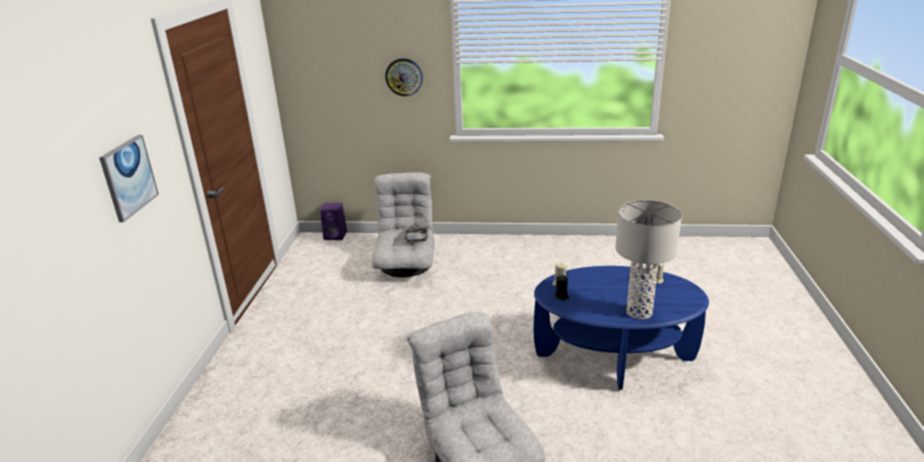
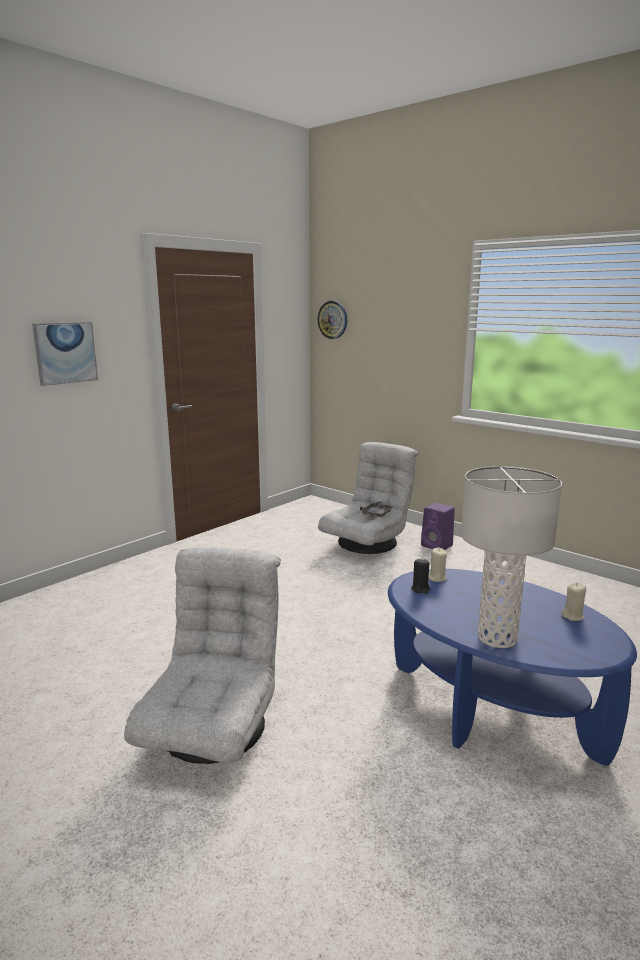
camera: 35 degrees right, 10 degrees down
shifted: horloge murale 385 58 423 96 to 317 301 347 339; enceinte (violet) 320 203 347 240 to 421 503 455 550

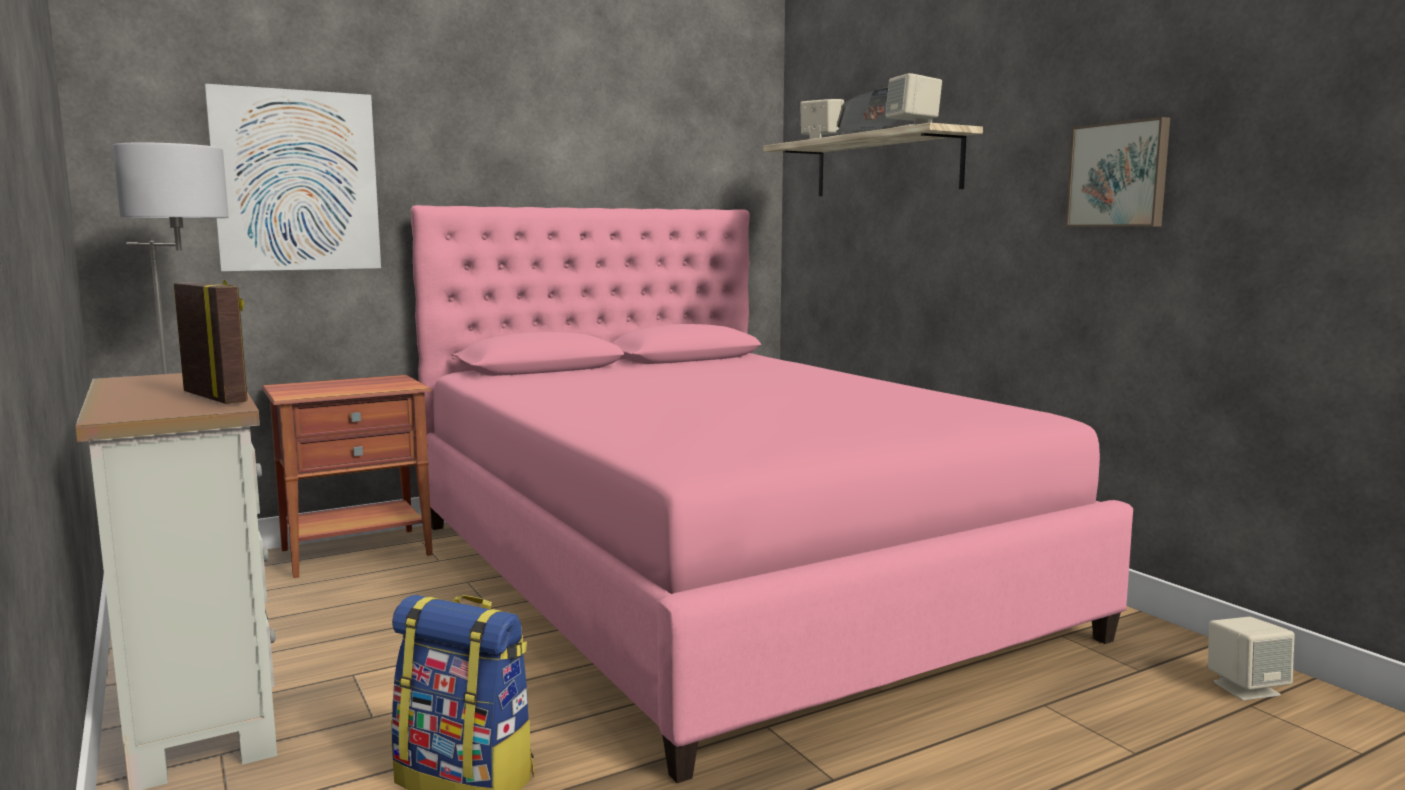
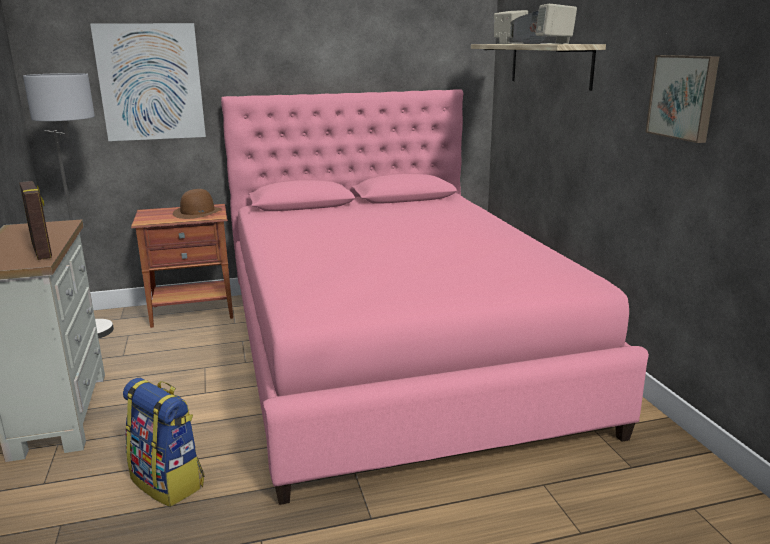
camera: 15 degrees right, 10 degrees up
gone: enceinte (beige) 1208 617 1295 700
new: chapeau (marron) 173 189 222 219

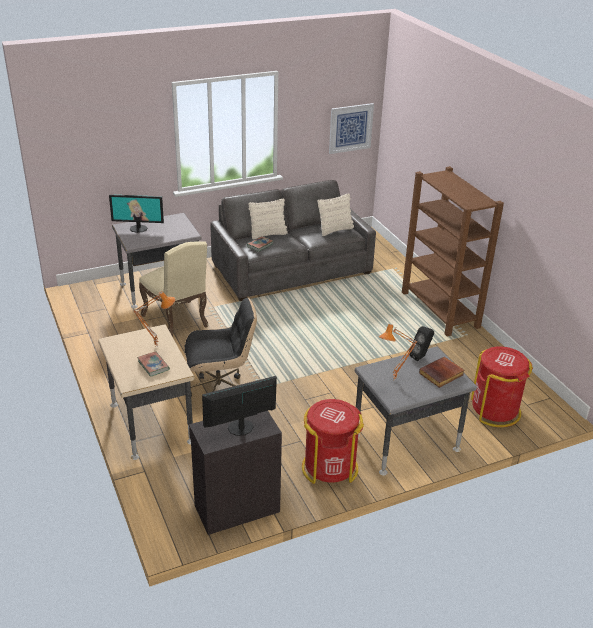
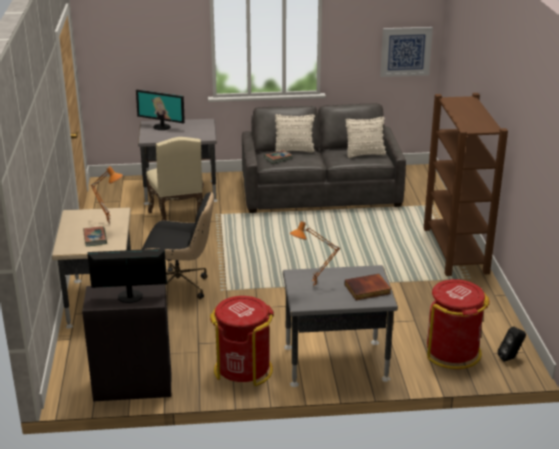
camera: 20 degrees right, 5 degrees down
shifted: enceinte (noir) 409 326 434 361 to 497 326 526 362

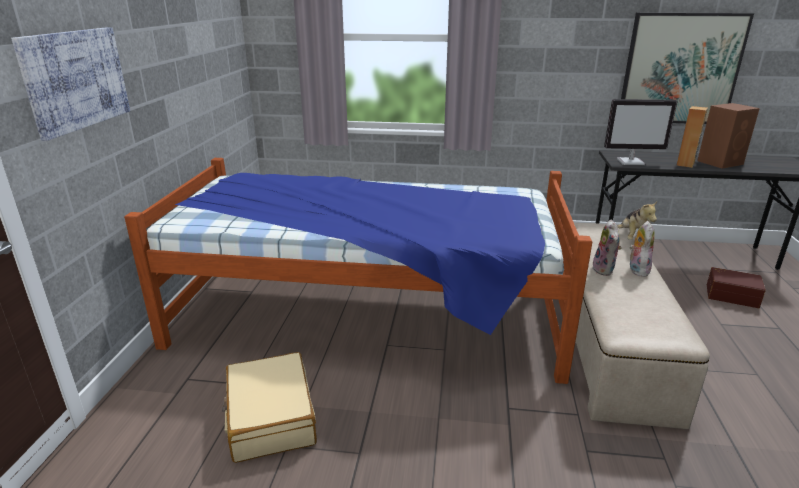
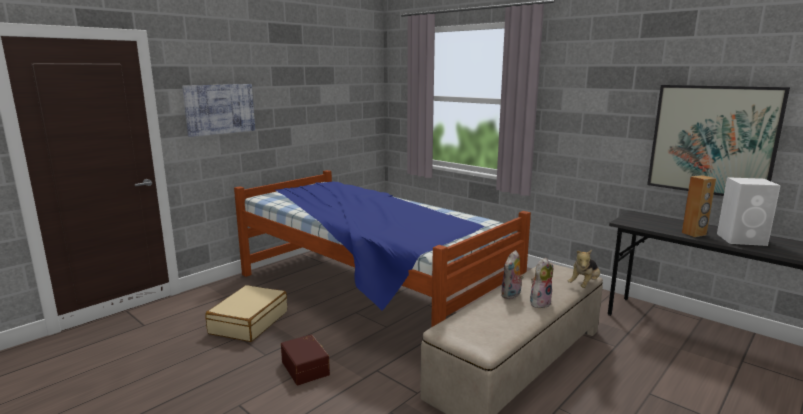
camera: 35 degrees right, 10 degrees down
gone: écran d'ordinateur 604 99 677 165
shifted: boîte de rangement (marron) 707 267 766 308 to 281 334 330 385
repainted: enceinte (marron) 697 103 760 169 to enceinte (blanc) 717 177 781 246

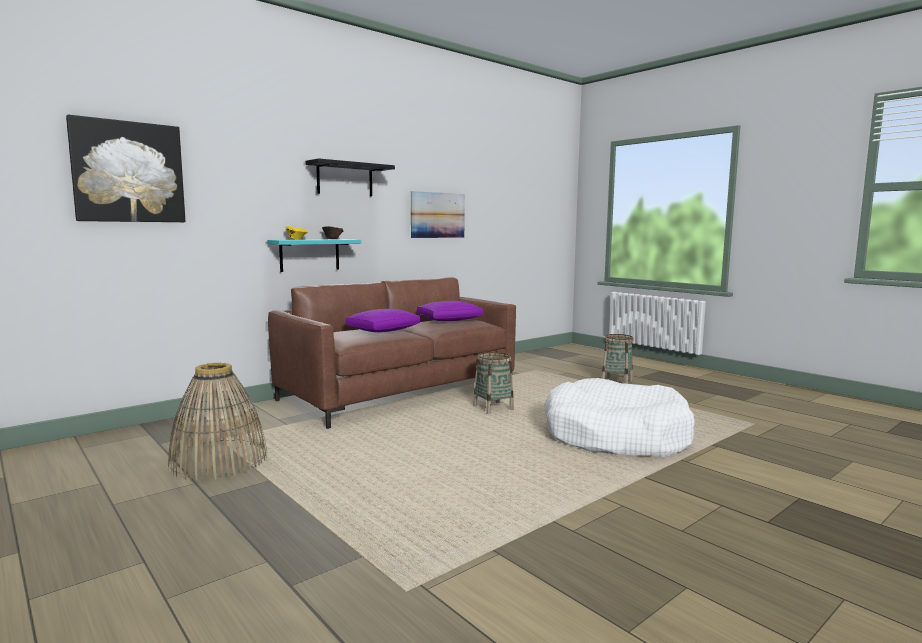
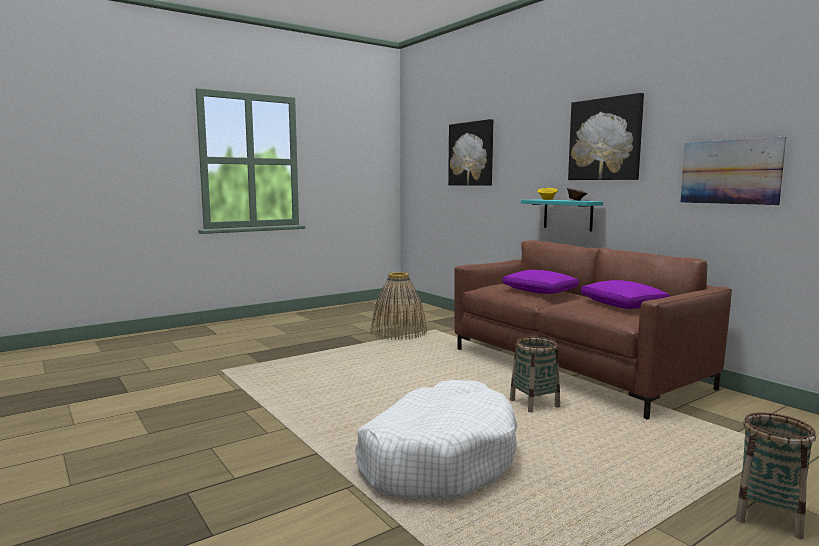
camera: 95 degrees right, 0 degrees up
swapped: étagère (noir) 305 158 395 196 to tableau 568 93 644 180

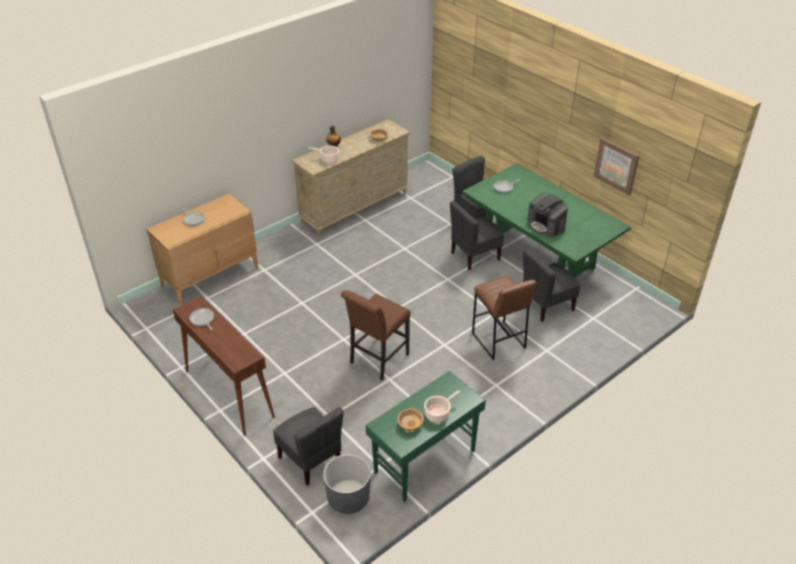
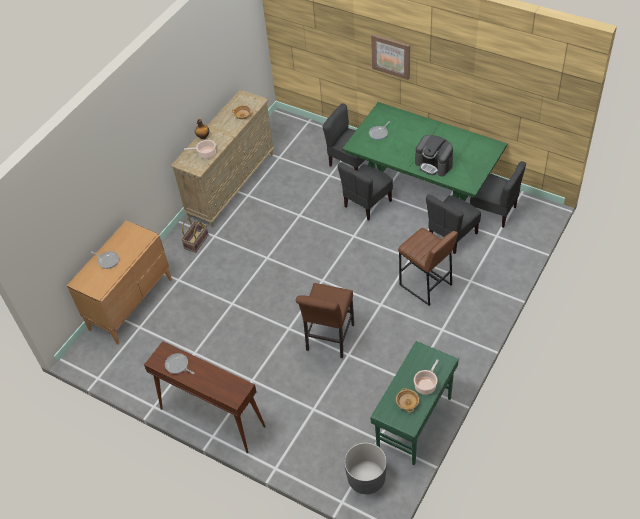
camera: 15 degrees left, 10 degrees up
new: panier 181 218 209 253
shifted: tableau 593 137 639 195 to 371 34 410 80; chaise (gris) 273 407 344 486 to 470 161 526 228

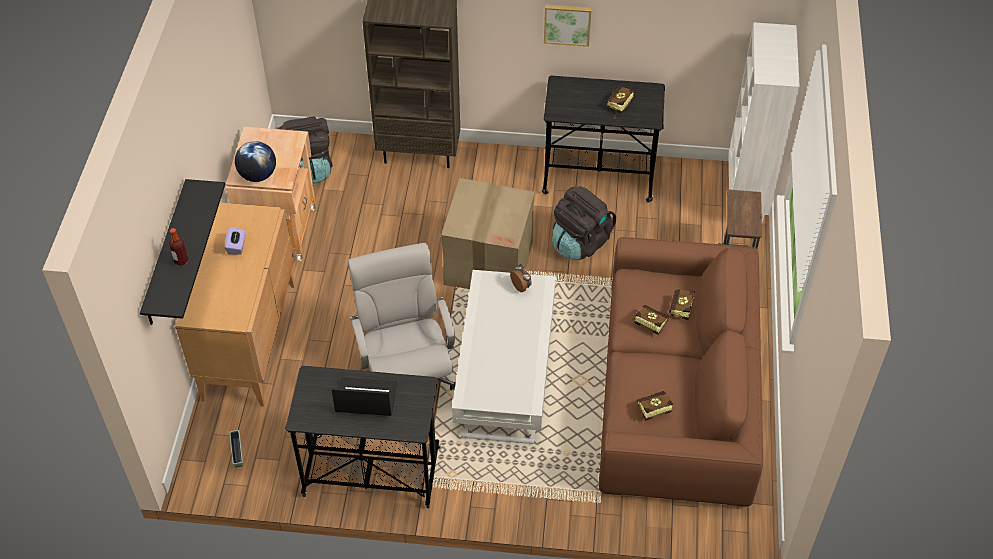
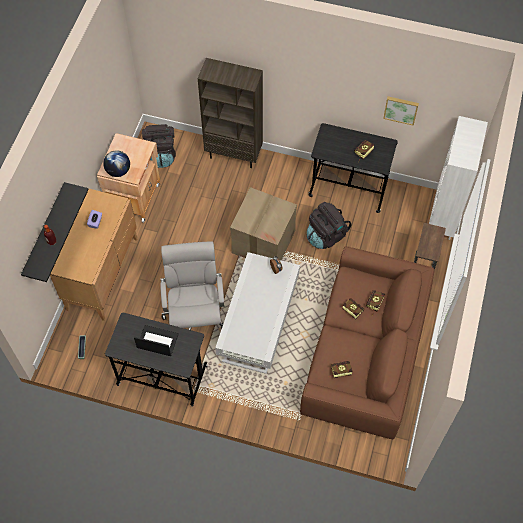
camera: 10 degrees right, 10 degrees up
shifted: tableau 544 4 592 47 to 383 96 419 126

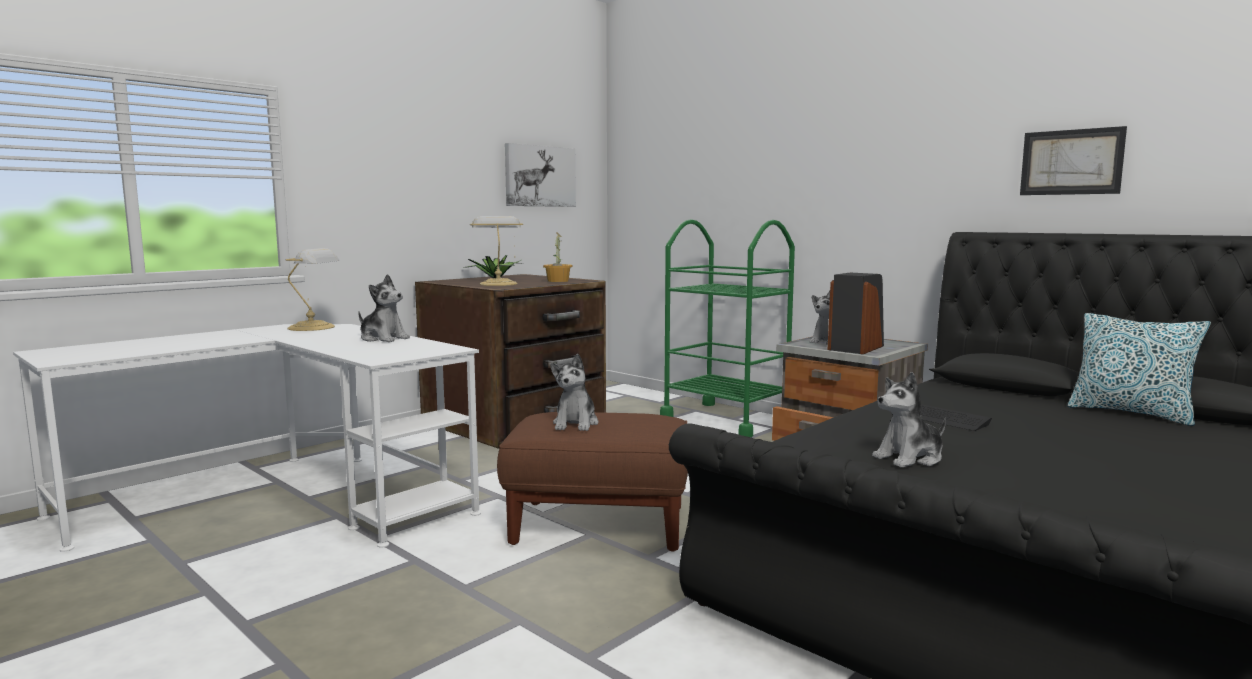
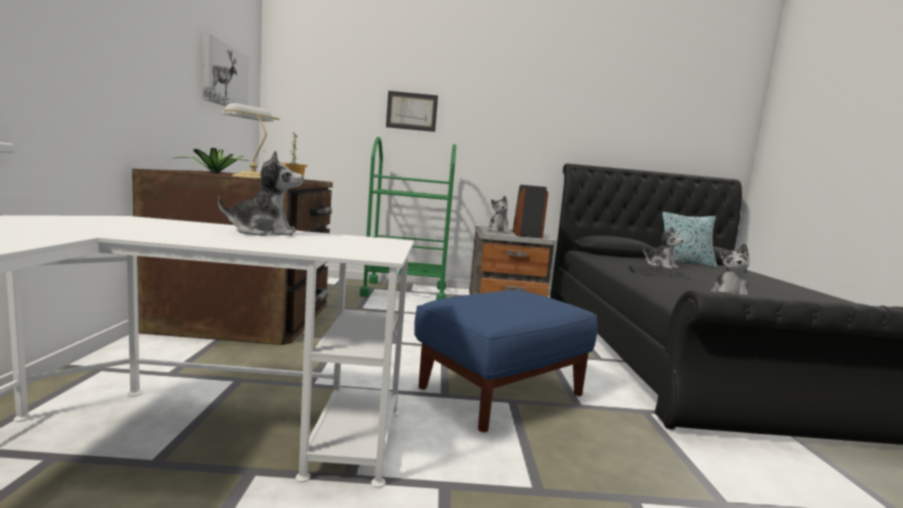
camera: 45 degrees left, 0 degrees up
gone: lampe de table 286 248 340 331
shifted: tableau 1020 126 1127 195 to 386 91 438 132; peluche 550 354 599 431 to 643 227 683 269
repainted: pouf (marron) 497 412 688 552 to pouf (bleu) 414 290 598 432

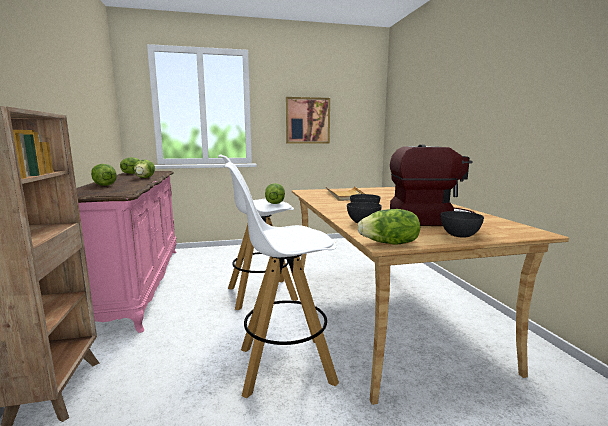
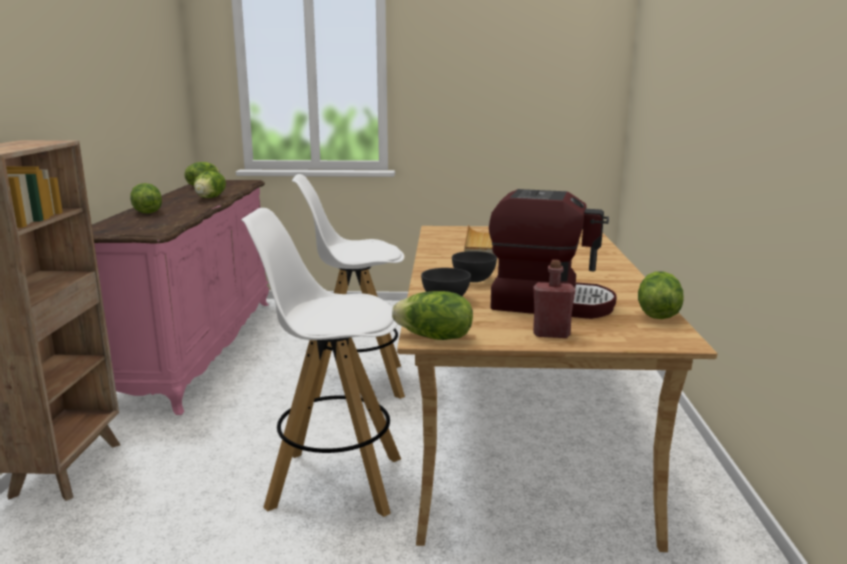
camera: 15 degrees right, 5 degrees up
gone: tableau 286 97 330 144
shifted: laitue 265 183 285 204 to 638 271 684 319
swapped: bol (gris) 441 211 484 238 to bouteille (rouge) 533 260 575 338

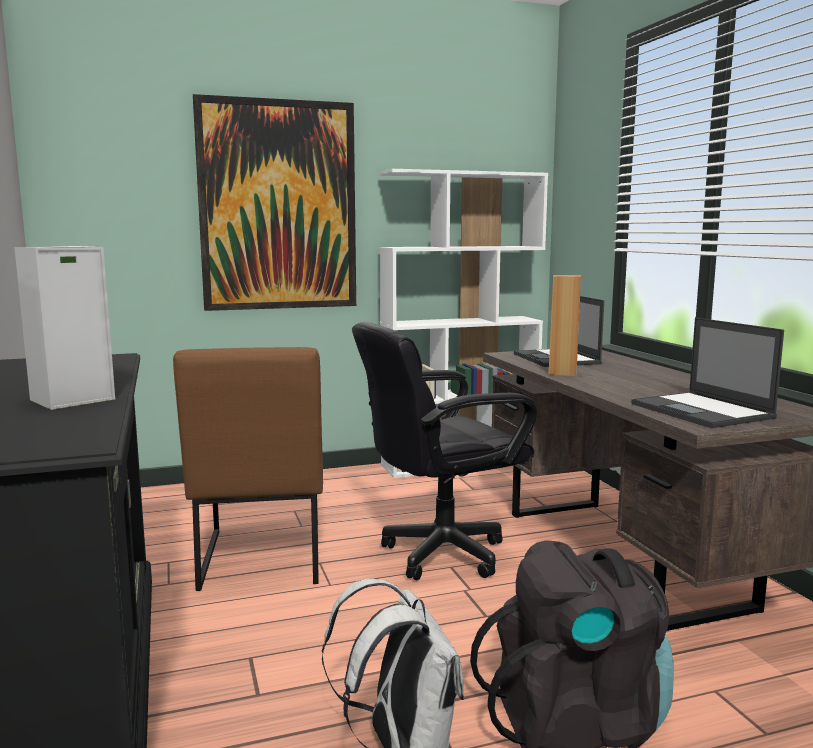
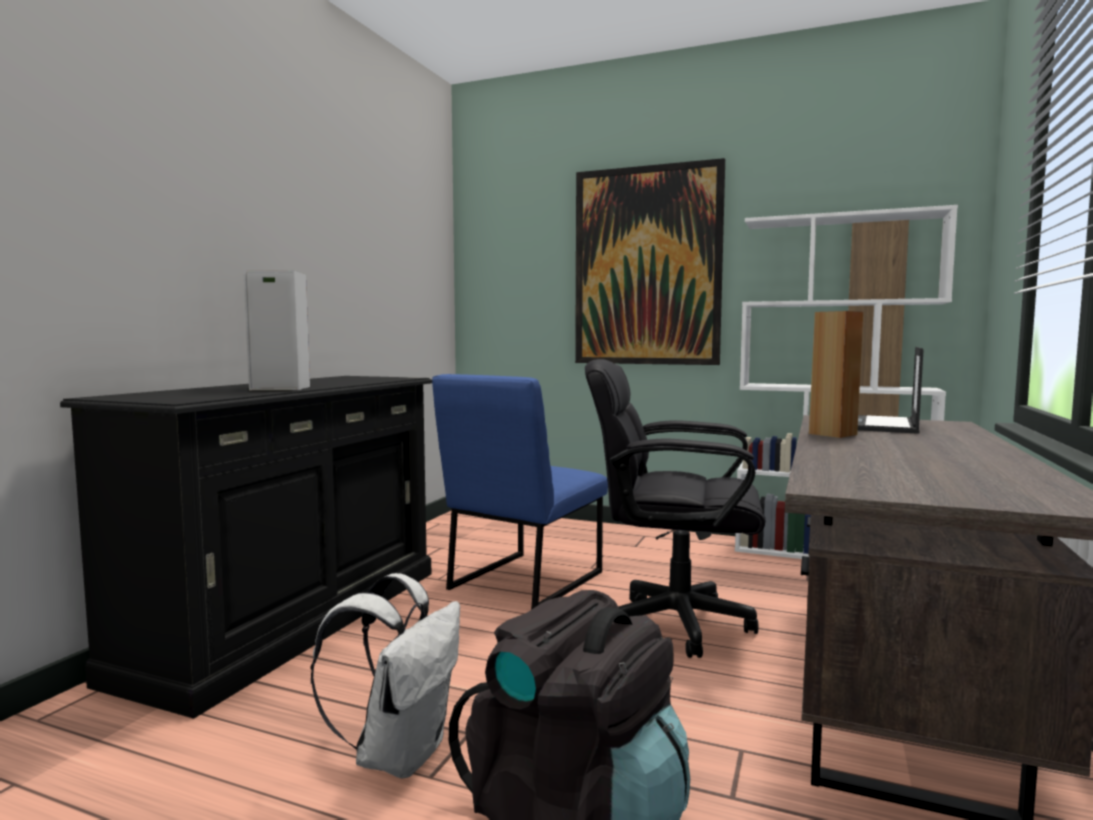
camera: 40 degrees right, 5 degrees down
gone: ordinateur portable 631 317 784 428
repainted: chaise (marron) 173 347 323 591 to chaise (bleu) 432 374 608 610

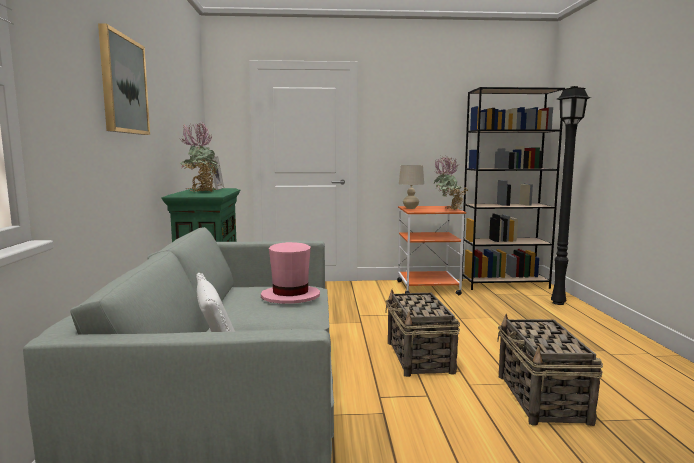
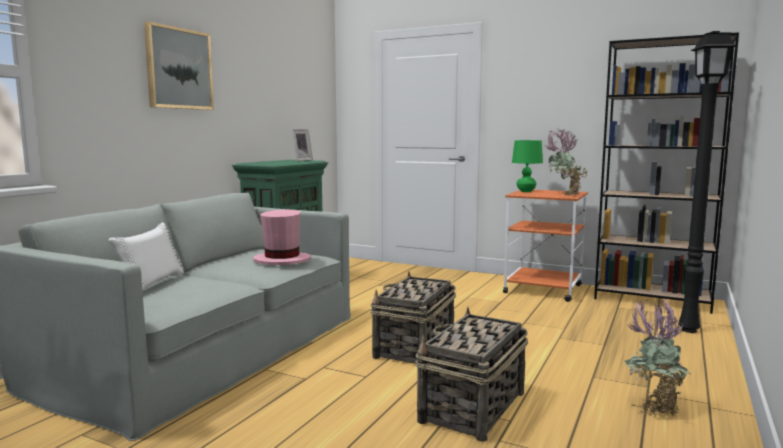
camera: 30 degrees right, 0 degrees up
shifted: plante en pot 179 122 220 192 to 625 297 690 415
repainted: lampe de table (beige) 399 165 424 209 to lampe de table (vert) 512 140 543 192

